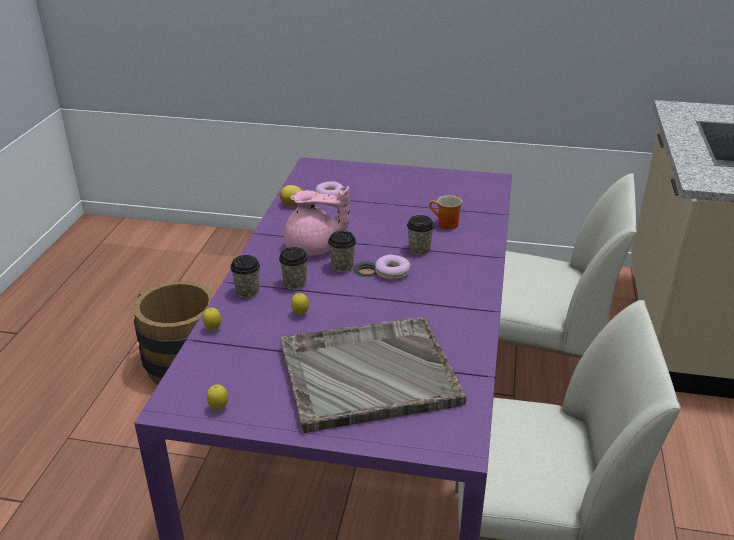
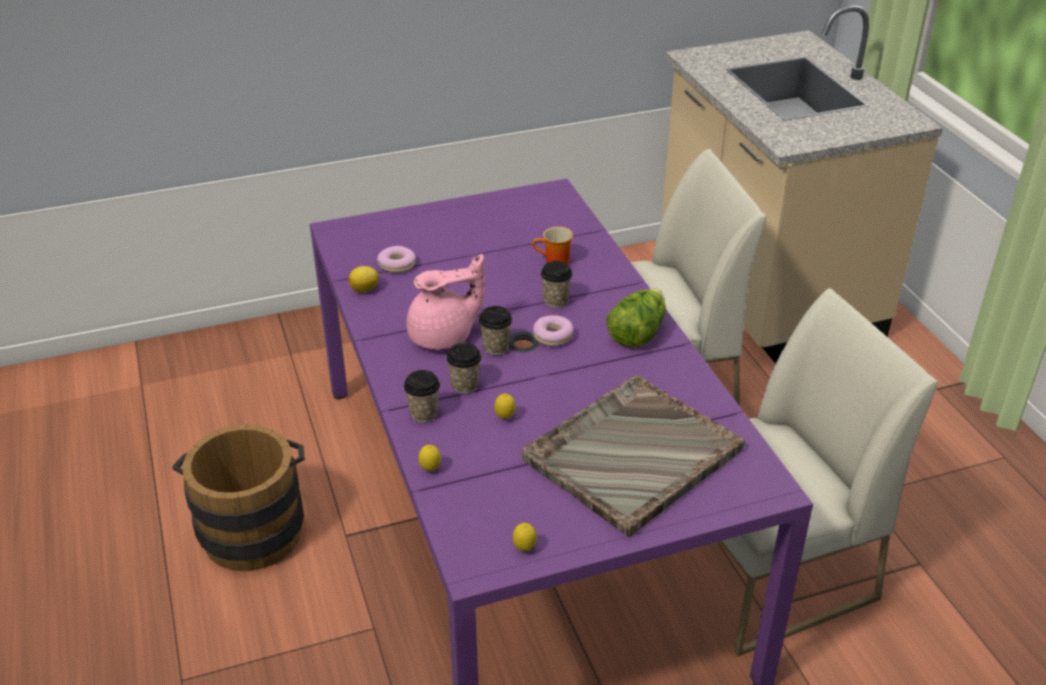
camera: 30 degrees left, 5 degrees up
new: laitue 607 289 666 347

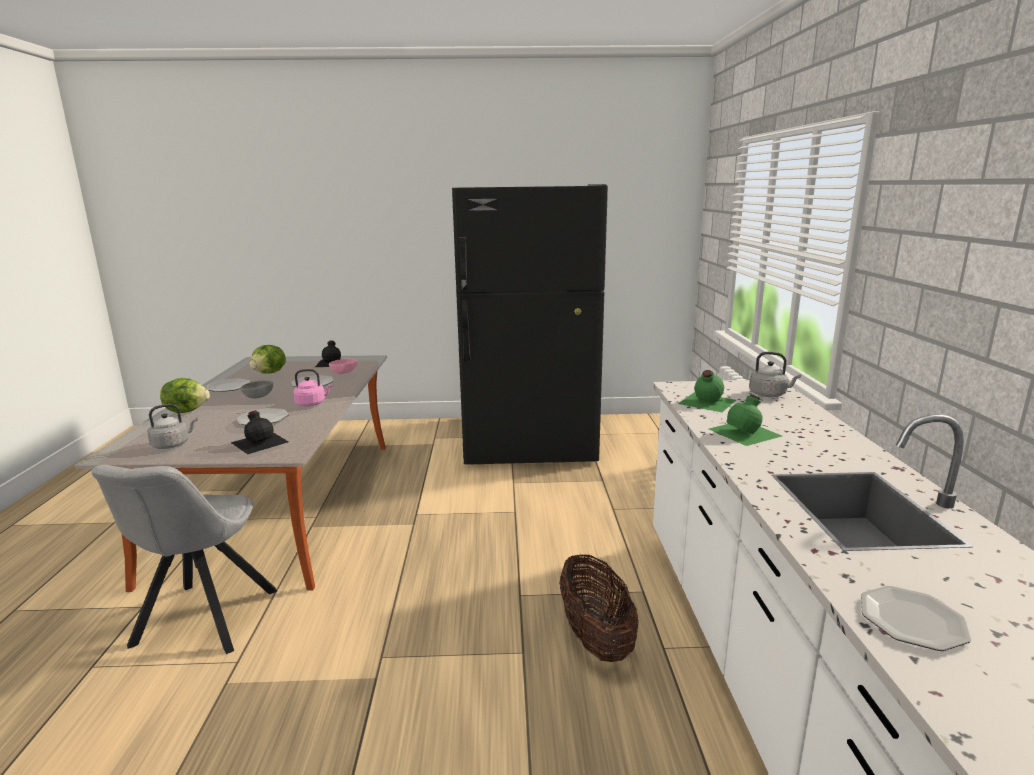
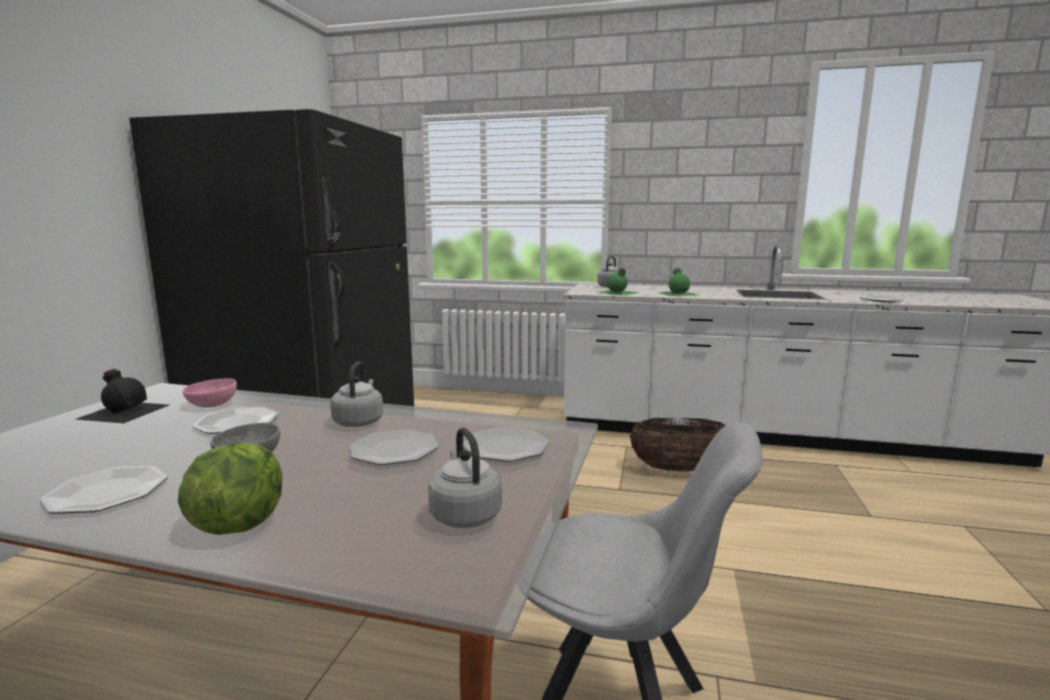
camera: 75 degrees left, 5 degrees down
gone: laitue 249 345 286 374
swapped: bouteille (noir) 231 410 289 454 to assiette 463 427 549 462
repainted: bouilloire (rose) 293 369 332 406 to bouilloire (gris) 330 361 383 427

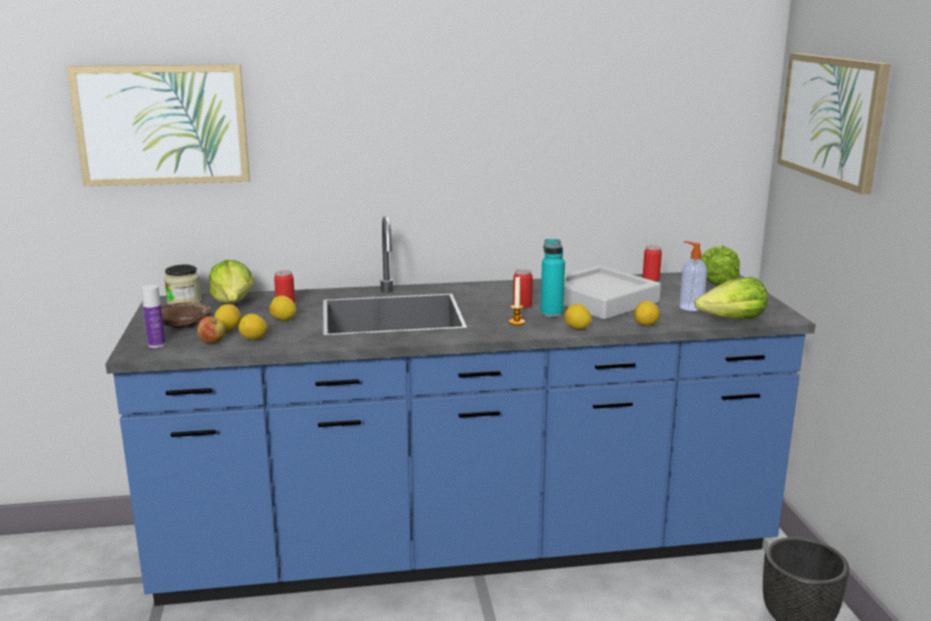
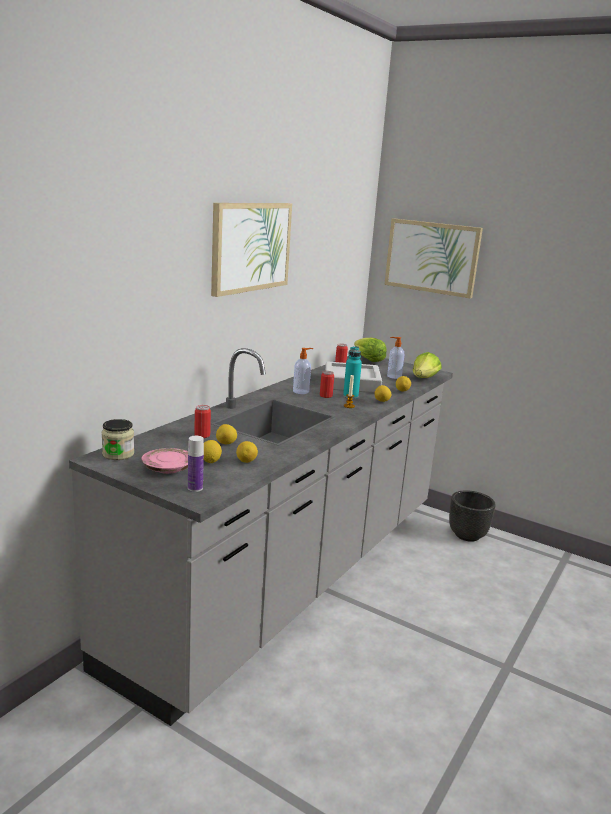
camera: 50 degrees left, 0 degrees up
gone: laitue 209 260 254 303; pomme 197 316 225 343
new: distributeur de savon 293 348 313 394
shifted: tableau 67 64 250 186 to 211 203 292 297
repainted: comptoir de cuisine (bleu) 105 216 816 606 to comptoir de cuisine (gris) 69 348 453 726; assiette (marron) 161 303 212 328 to assiette (rose) 141 448 188 474

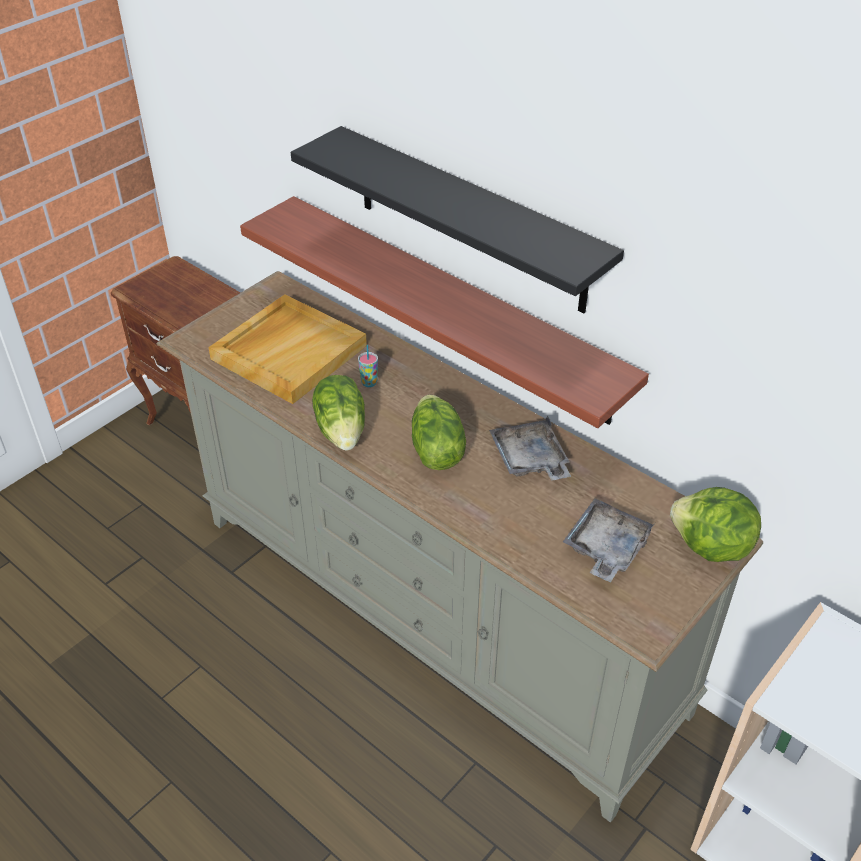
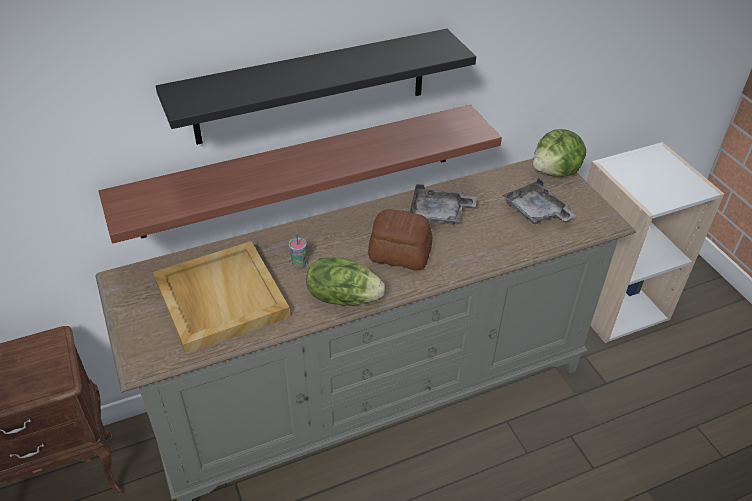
camera: 65 degrees left, 0 degrees up
swapped: laitue 412 394 466 470 to pain 368 209 432 271

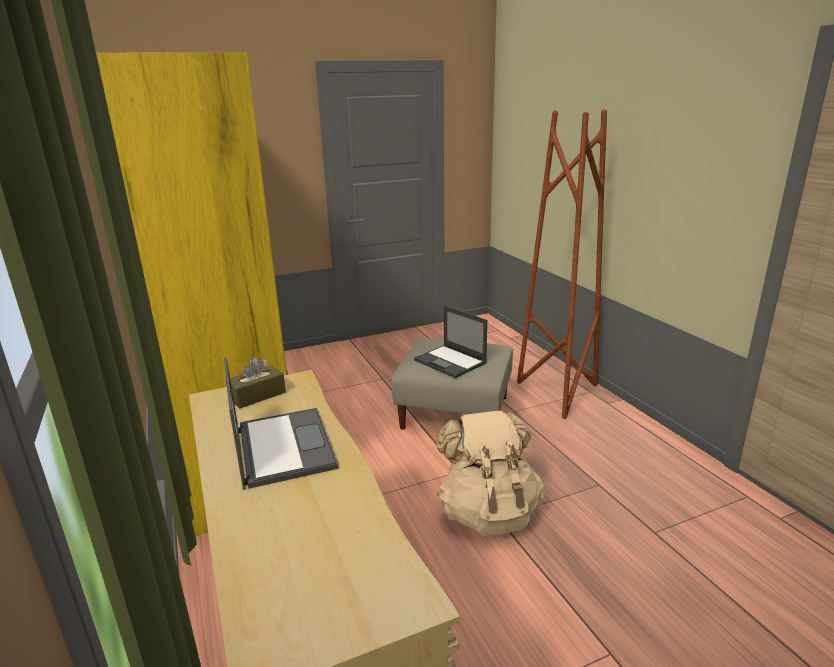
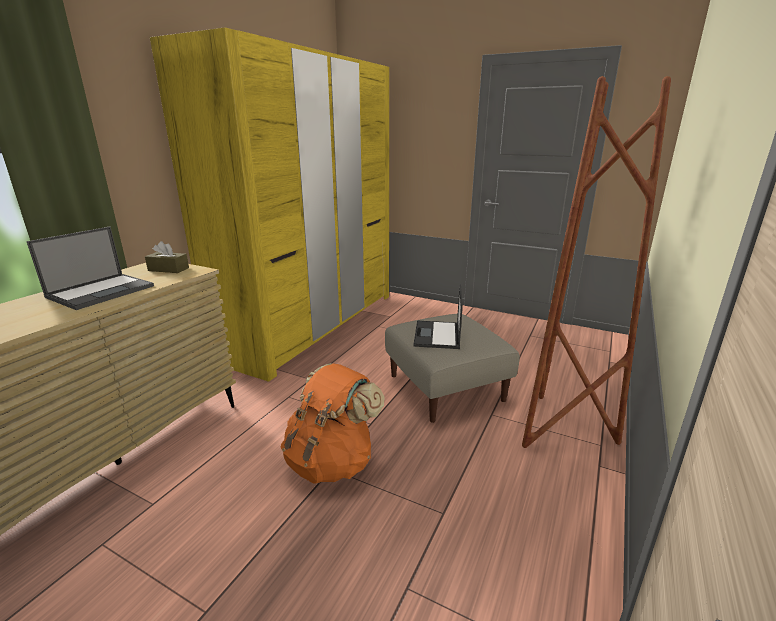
camera: 50 degrees right, 0 degrees up
repainted: sac à dos (beige) 436 411 543 536 to sac à dos (orange) 280 363 385 483

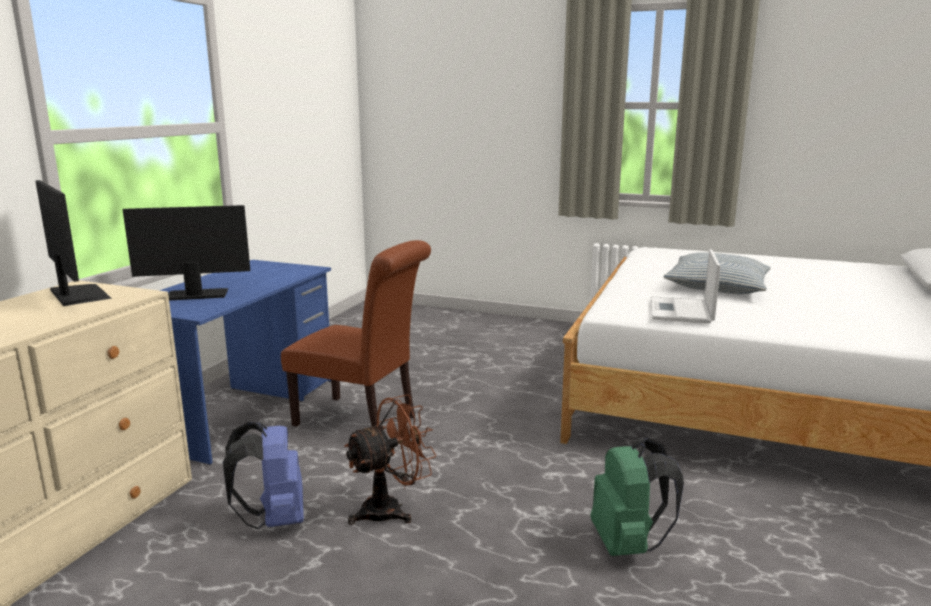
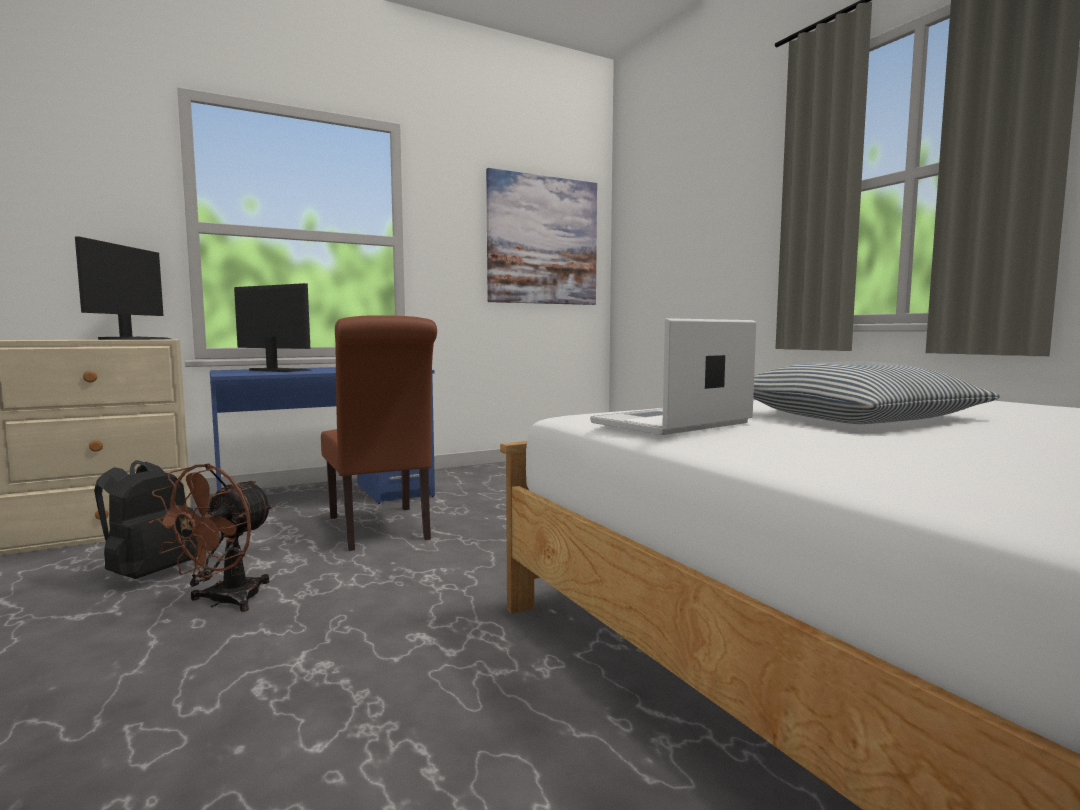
camera: 40 degrees right, 10 degrees down
gone: sac à dos (vert) 590 438 684 556
new: tableau 486 168 597 305
repainted: sac à dos (bleu) 223 422 304 529 to sac à dos (noir) 94 460 198 579
rotated: ventilateur (marron) 345 394 437 525 = 149 464 274 612 105 degrees clockwise

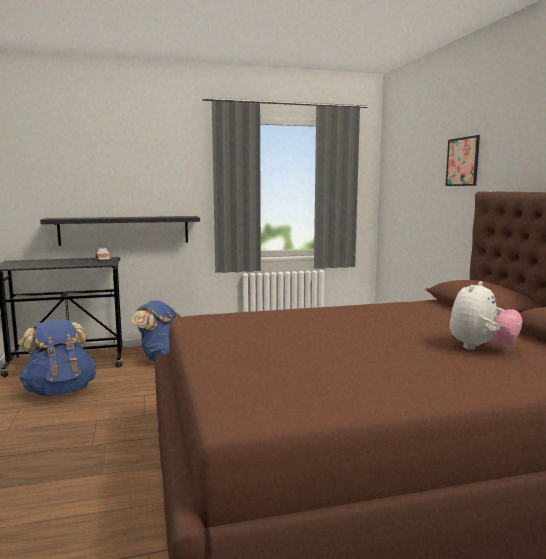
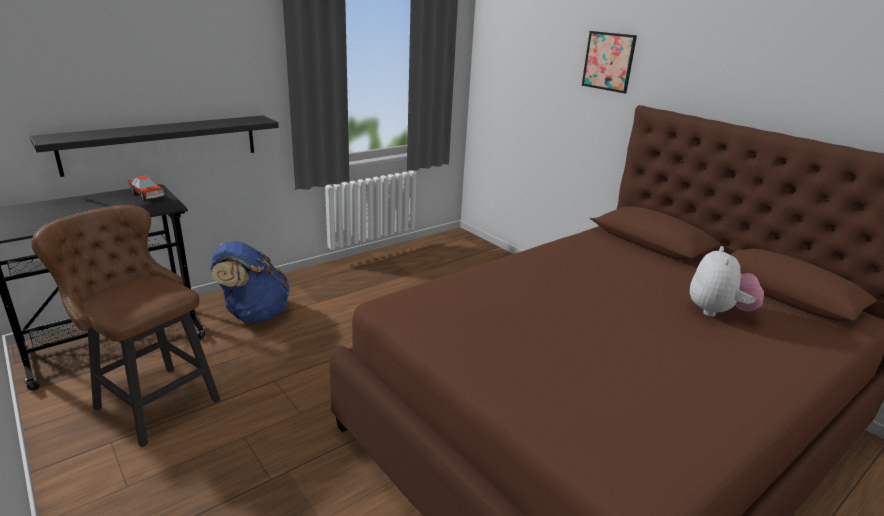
camera: 25 degrees left, 15 degrees up
swapped: sac à dos (bleu) 19 319 97 396 to tabouret (marron) 31 205 220 447

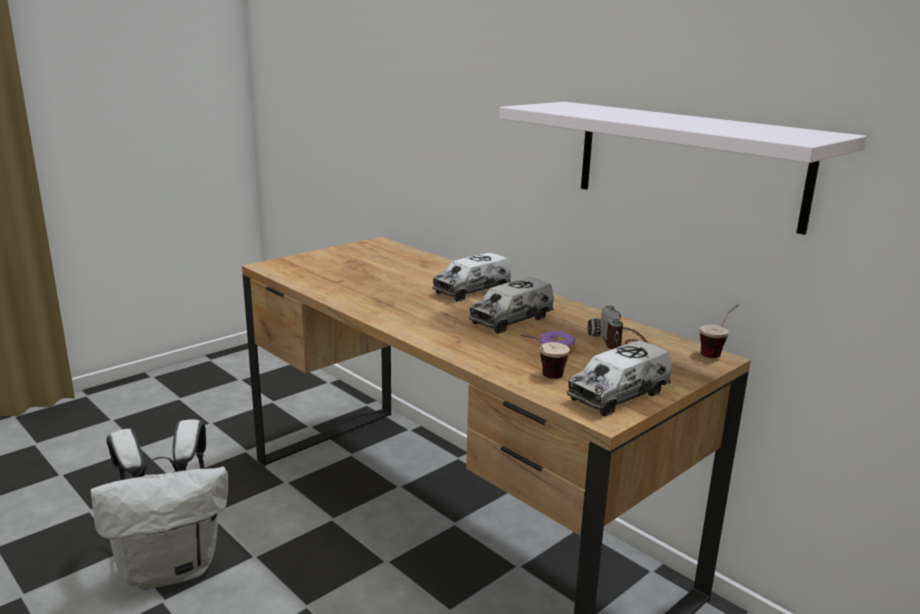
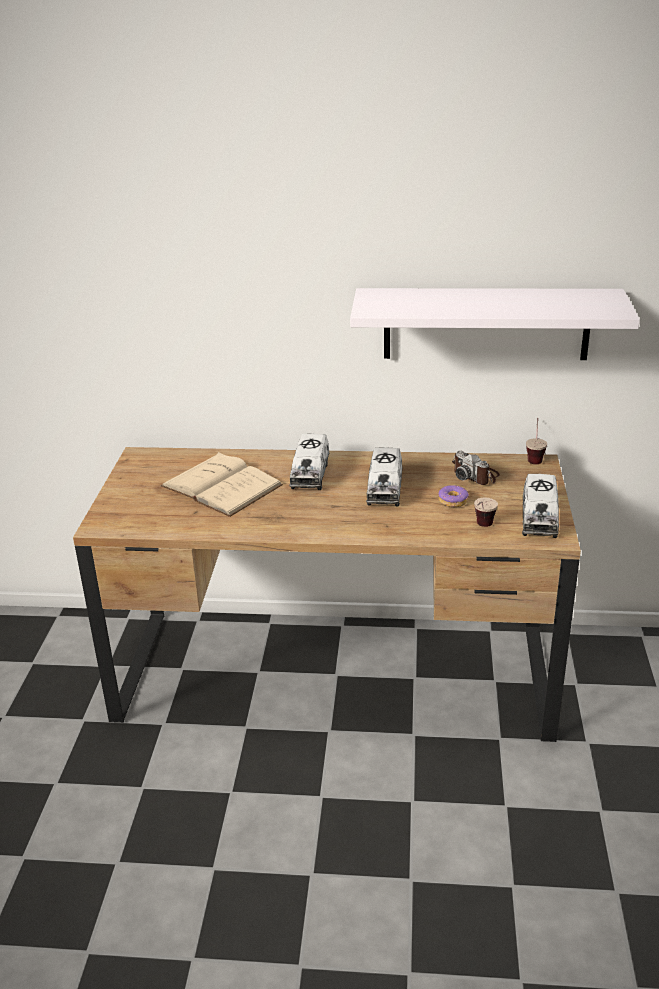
camera: 40 degrees left, 10 degrees up
gone: sac à dos (blanc) 91 419 228 590
new: livre (beige) 161 452 283 517

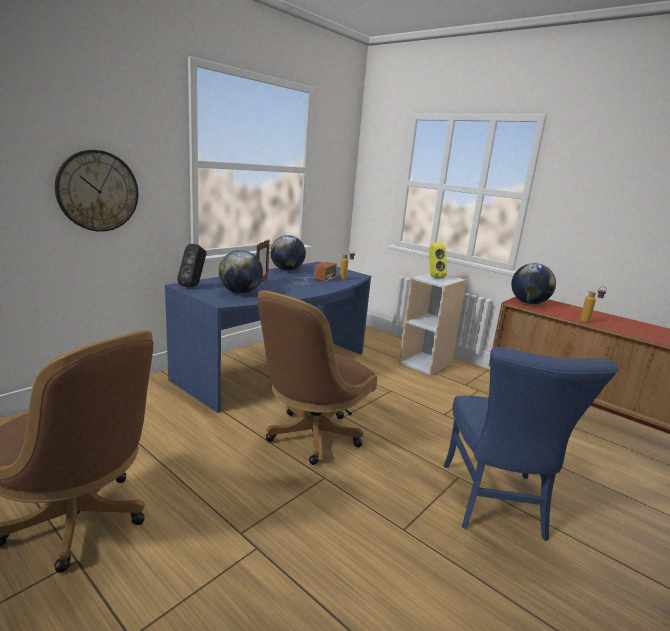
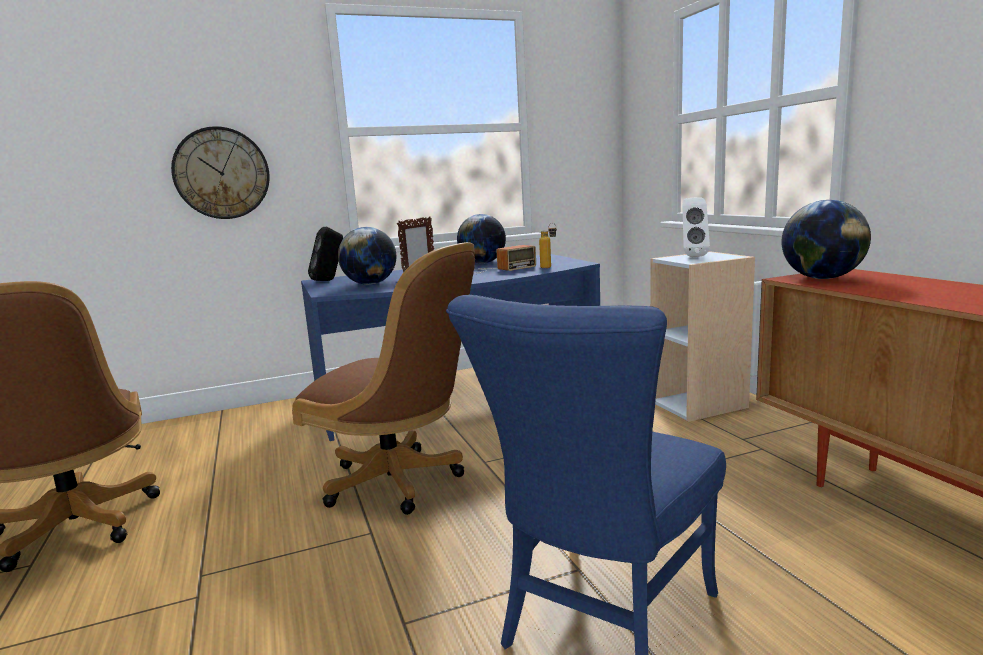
camera: 30 degrees right, 5 degrees down
gone: bouteille 580 287 607 323
repainted: enceinte (jaune) 429 242 447 279 to enceinte (blanc) 682 198 710 257
rotated: chaise de bureau (marron) 258 290 377 465 = 292 242 475 515 120 degrees counterclockwise

